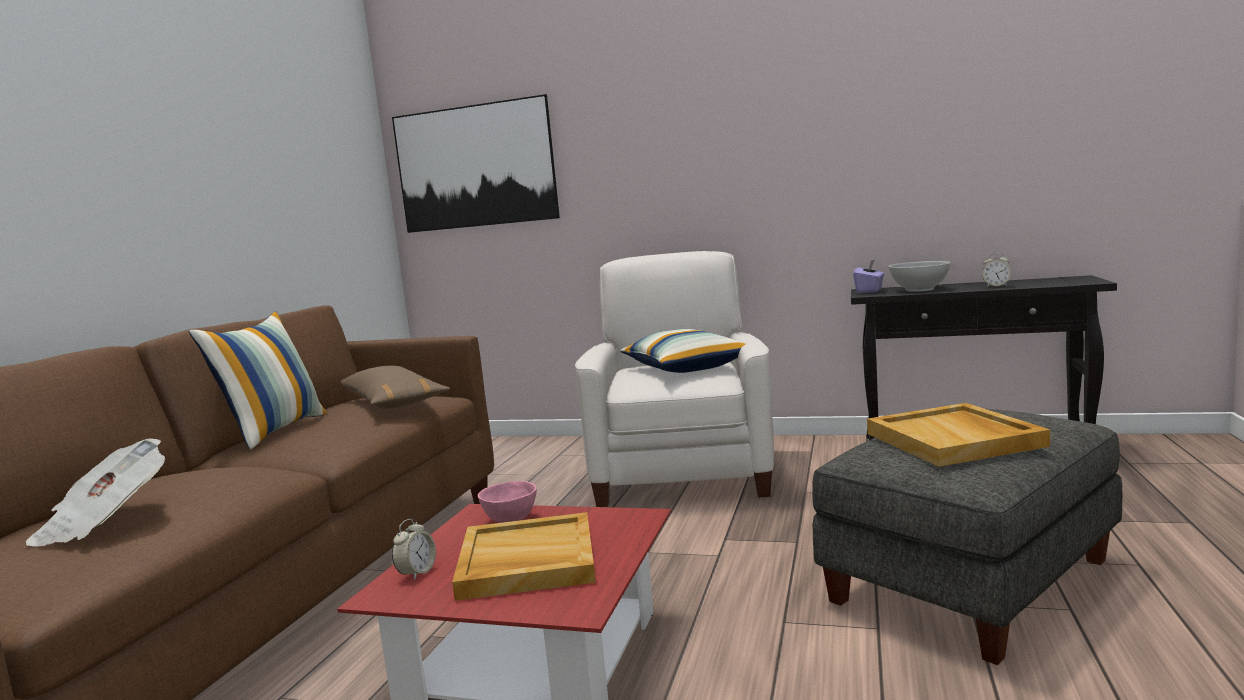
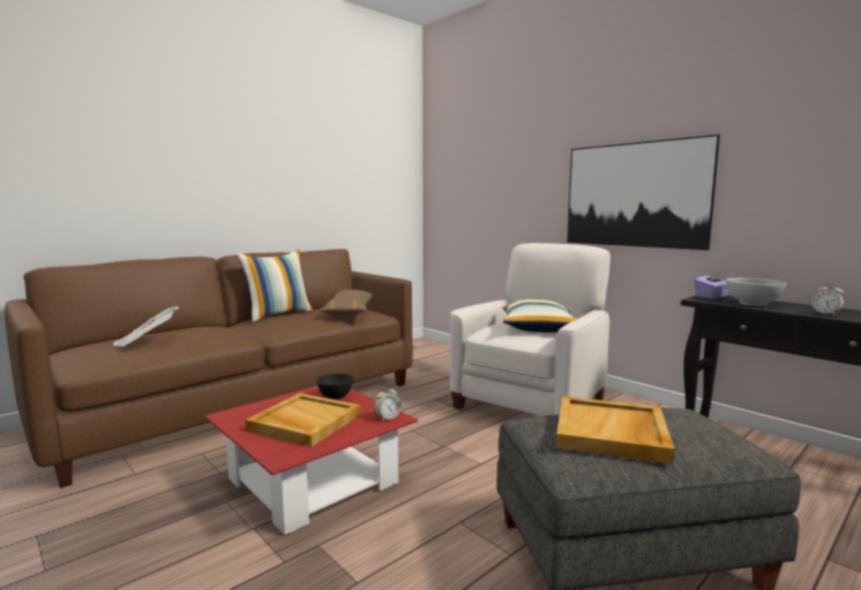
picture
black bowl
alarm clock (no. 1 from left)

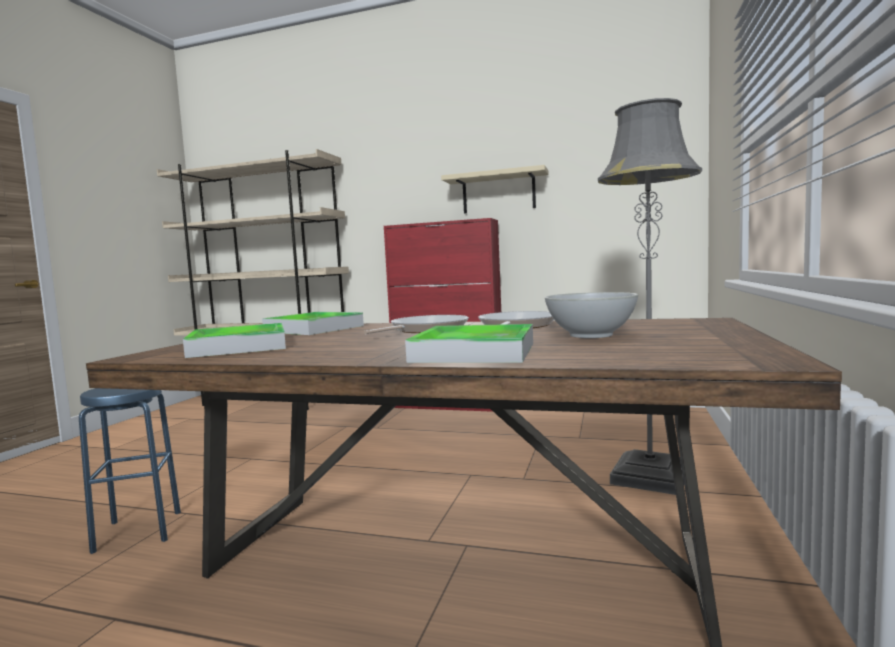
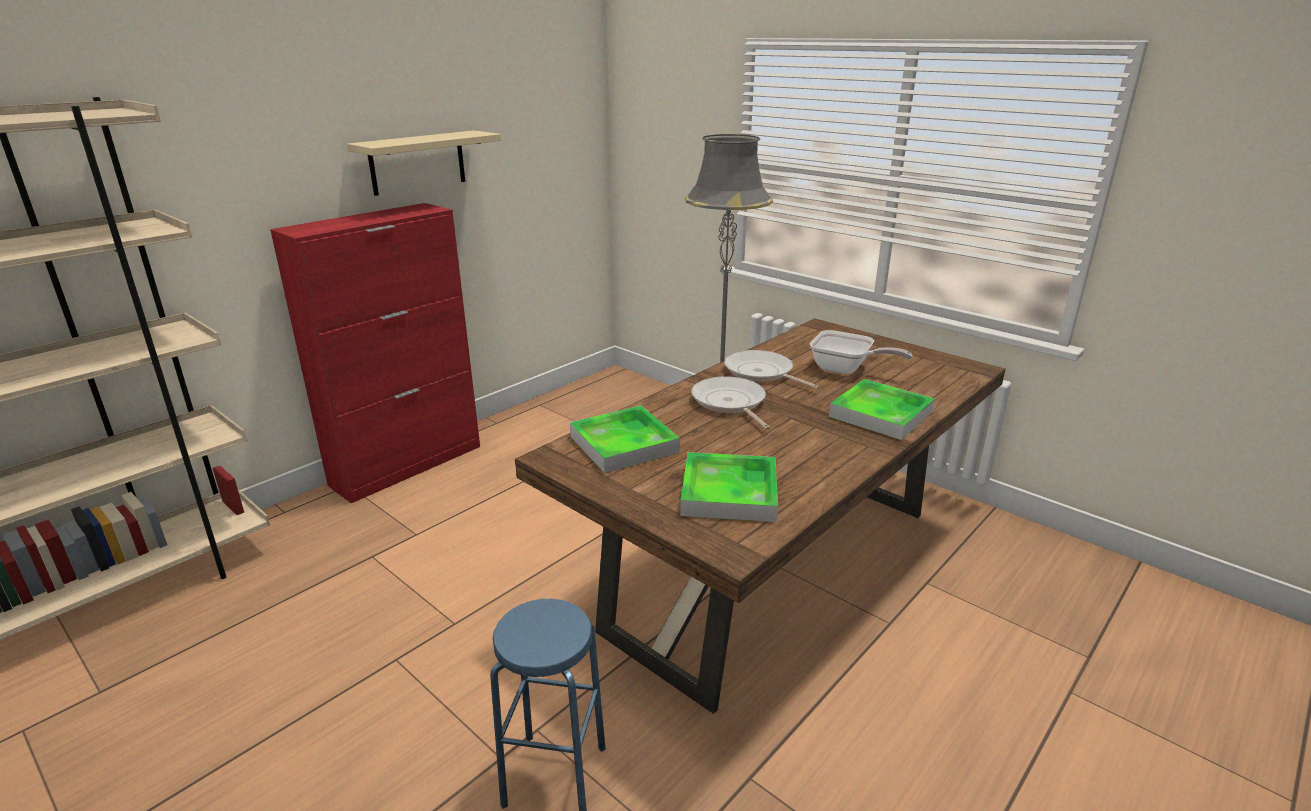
frying pan (no. 3 from left)

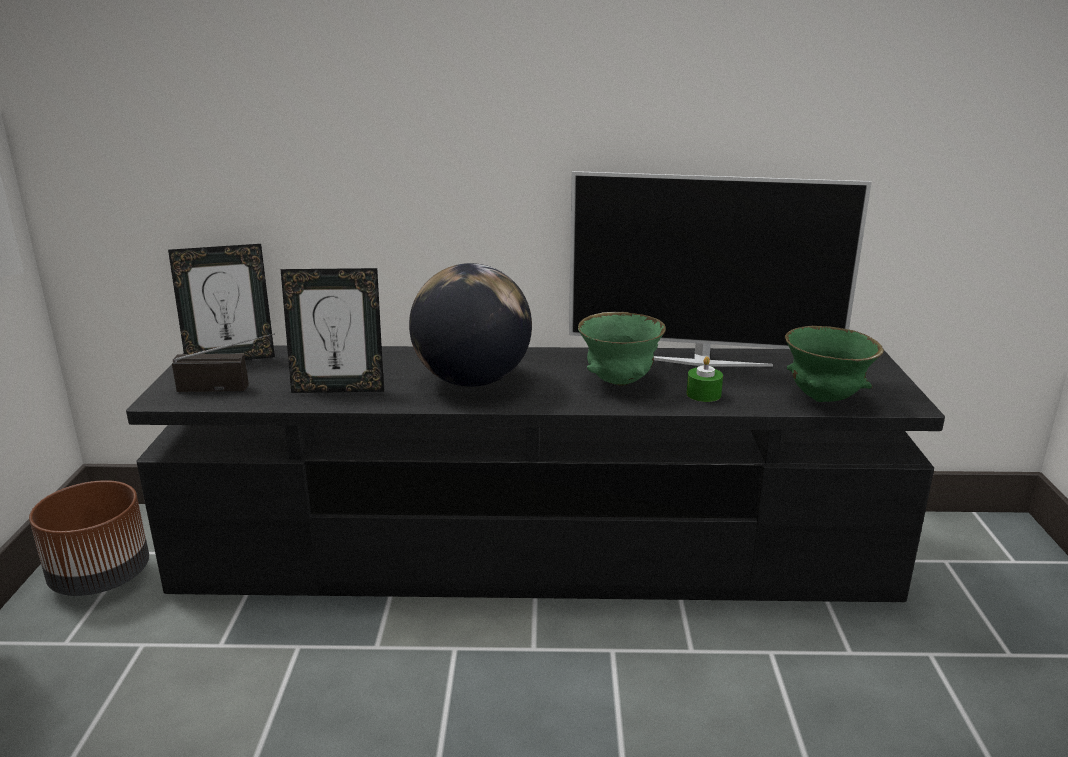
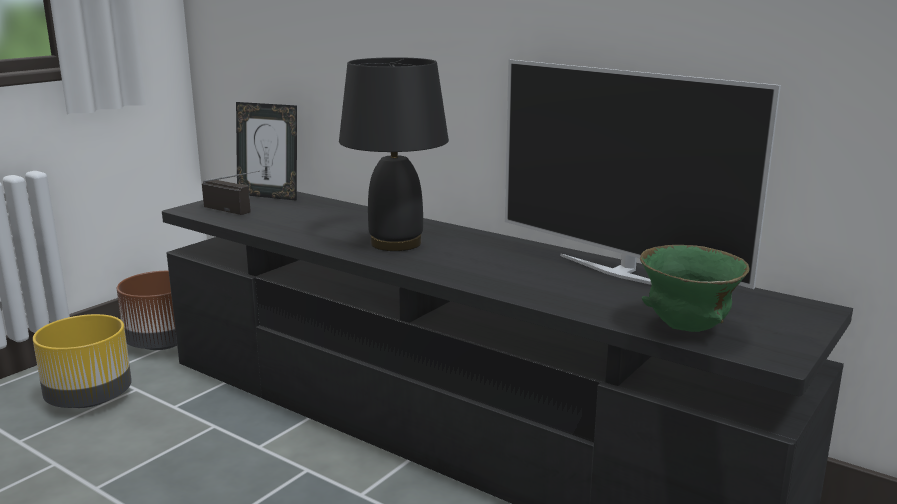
black table lamp
picture frame (no. 2 from left in the first image)
green bowl (no. 1 from left in the first image)
green candle
yellow planter

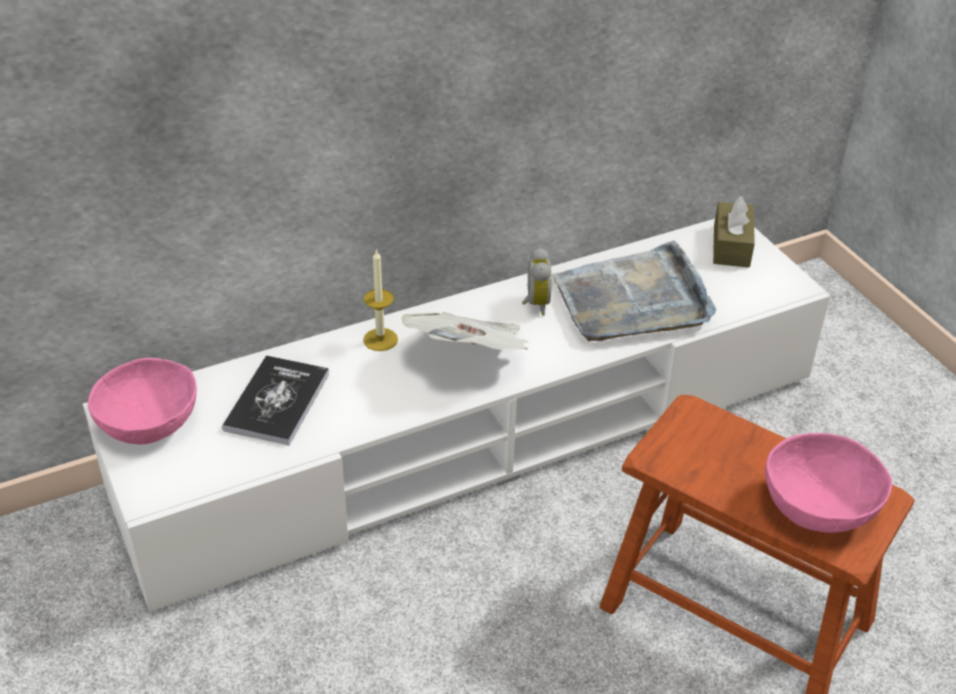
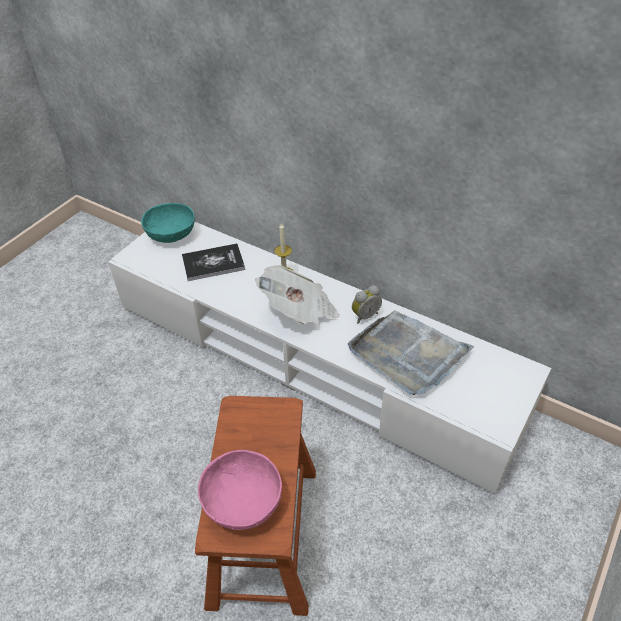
brown tissue box
turquoise bowl

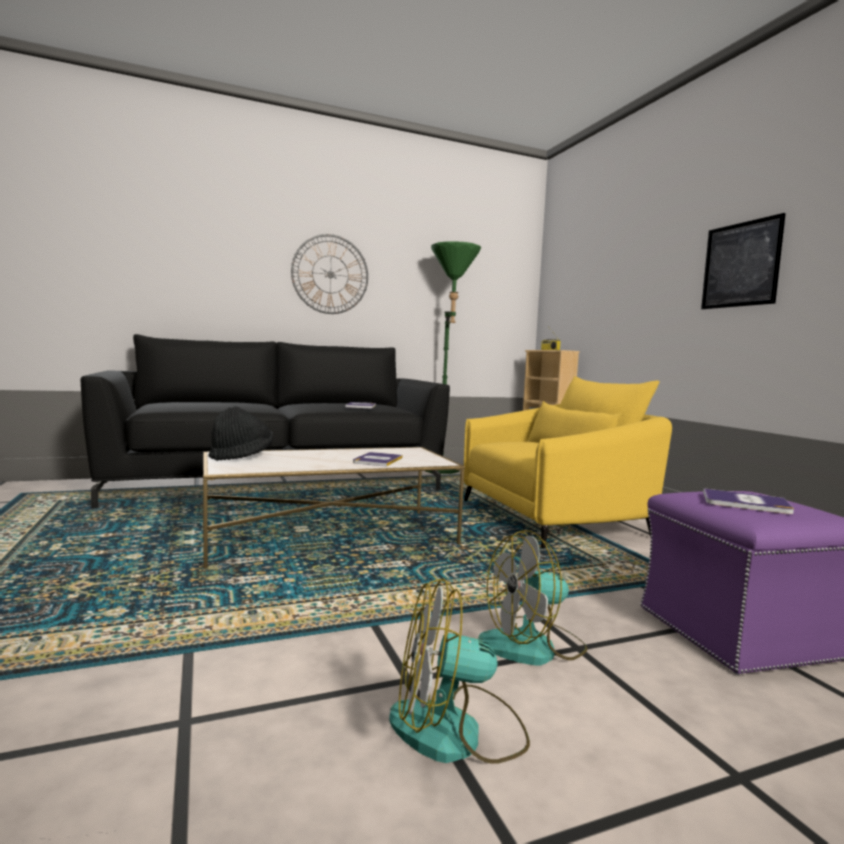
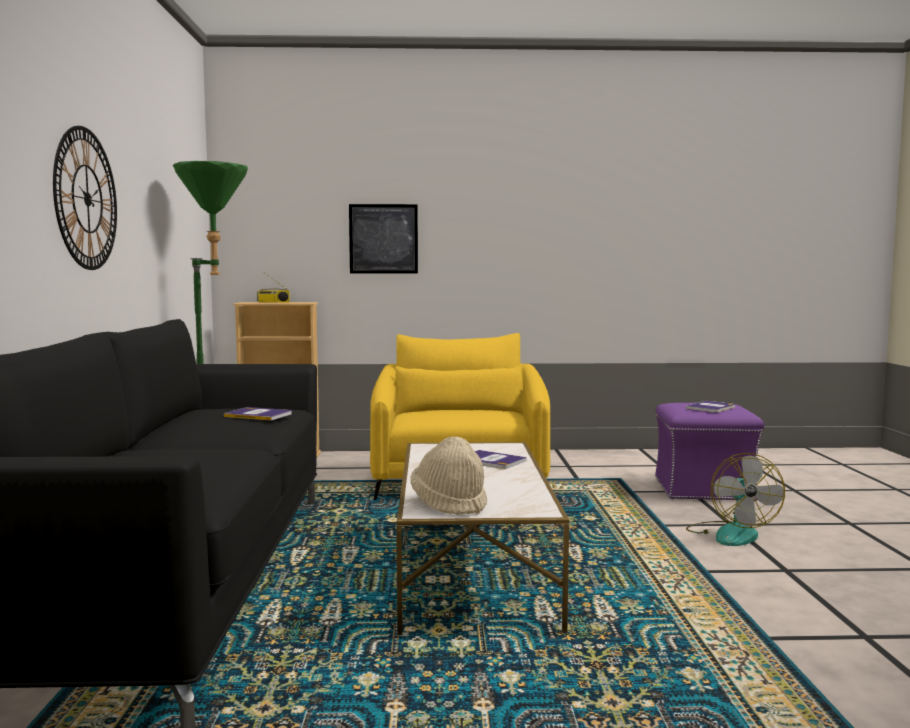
picture
beige hat
fan (no. 1 from left in the first image)

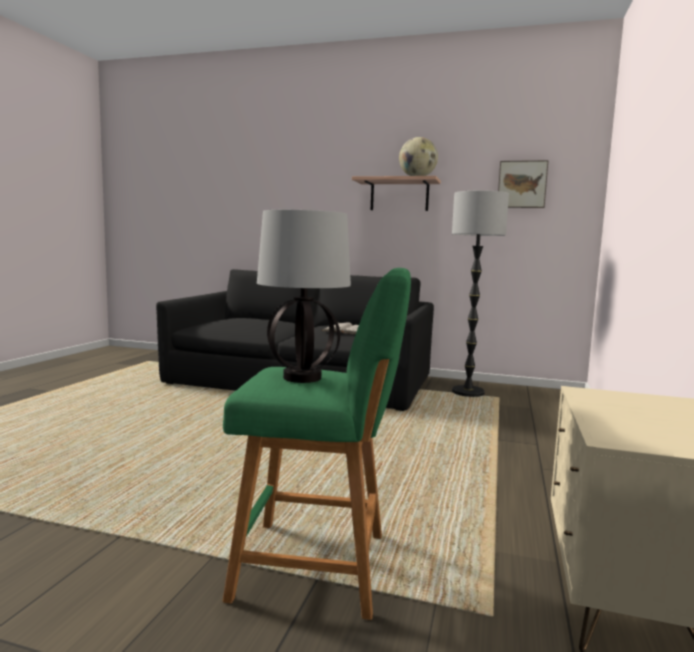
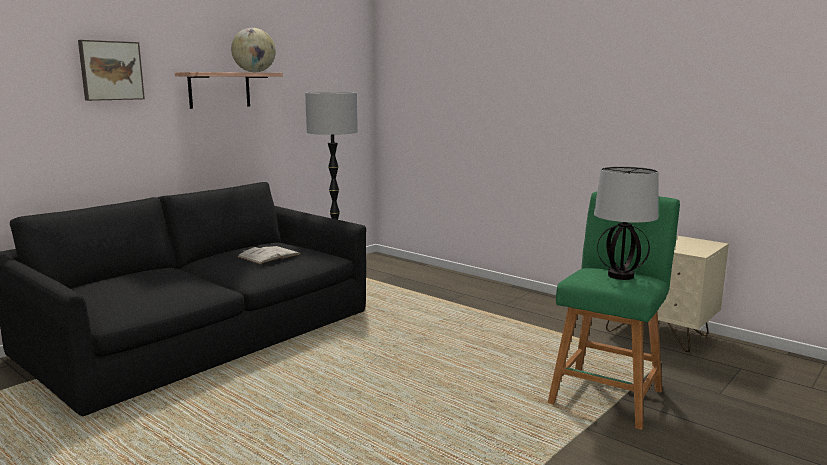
picture

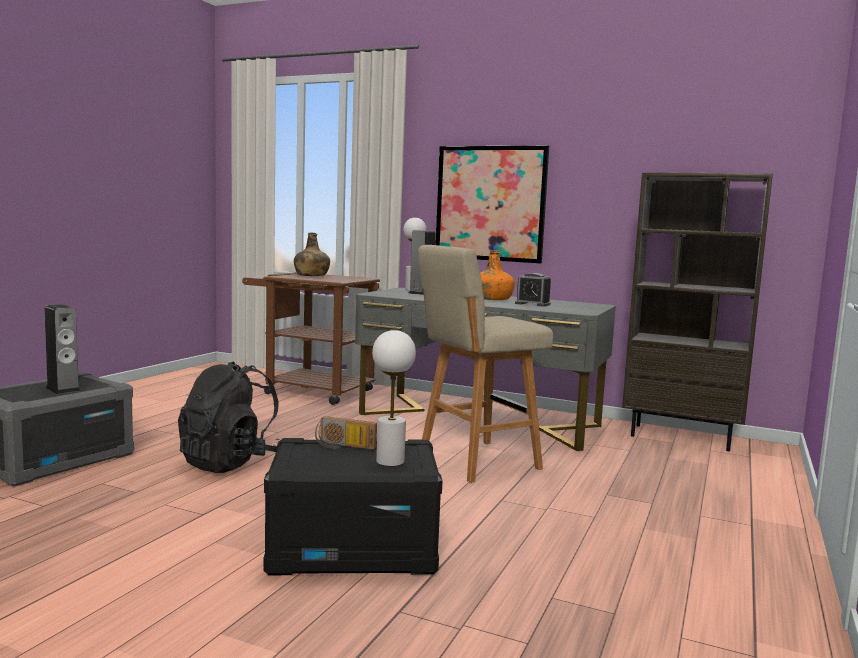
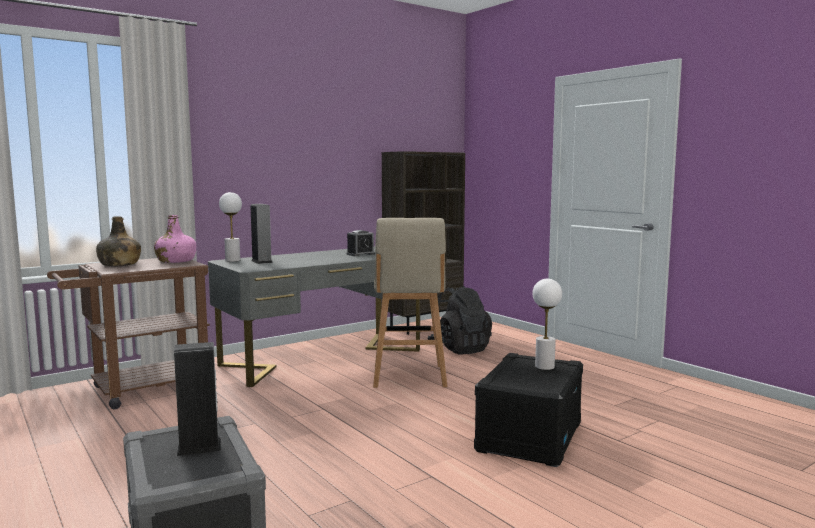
picture
orange bottle
black backpack
radio
pink bottle

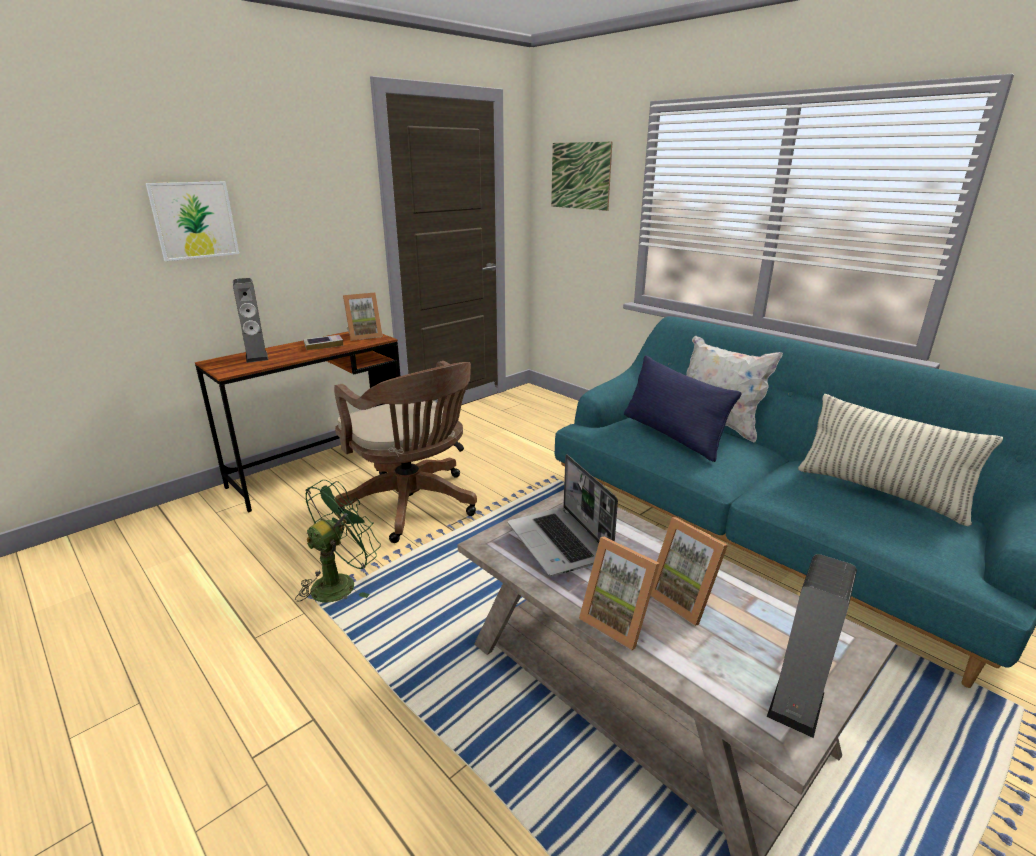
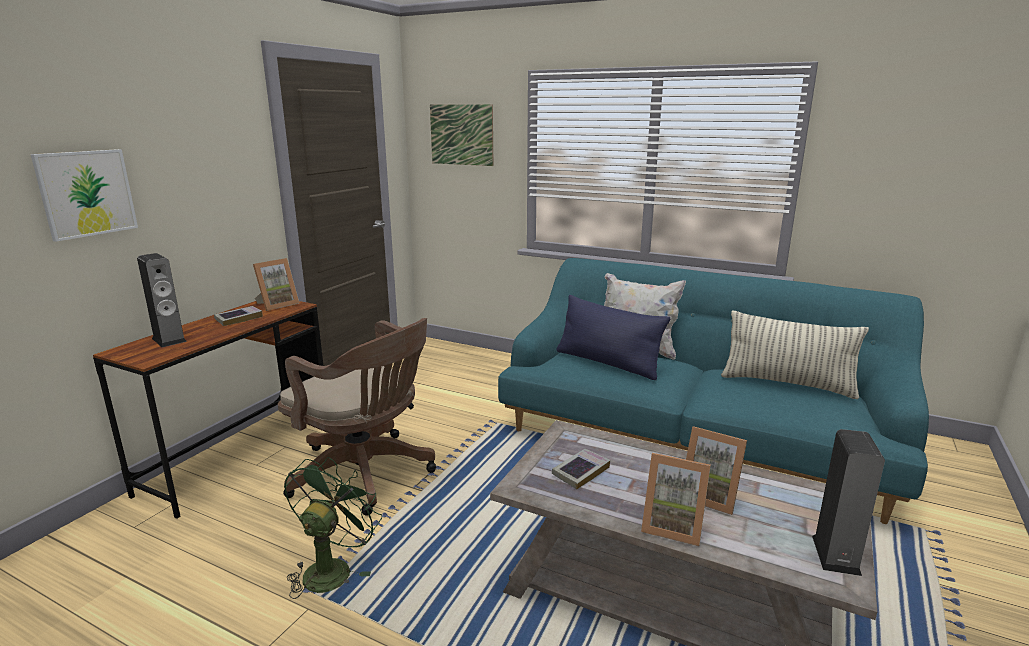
book (no. 2 from left)

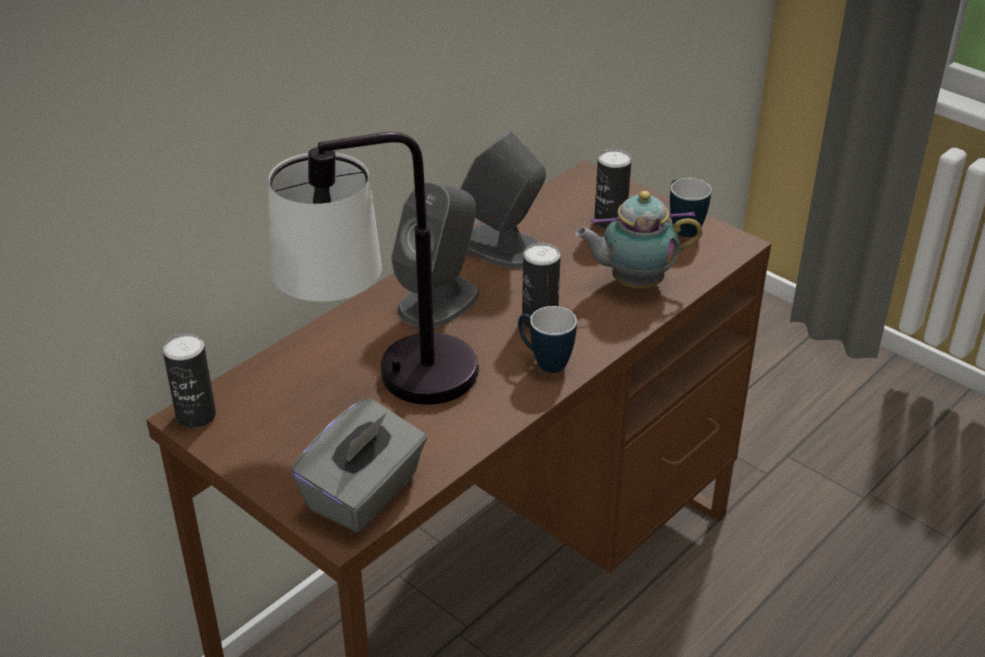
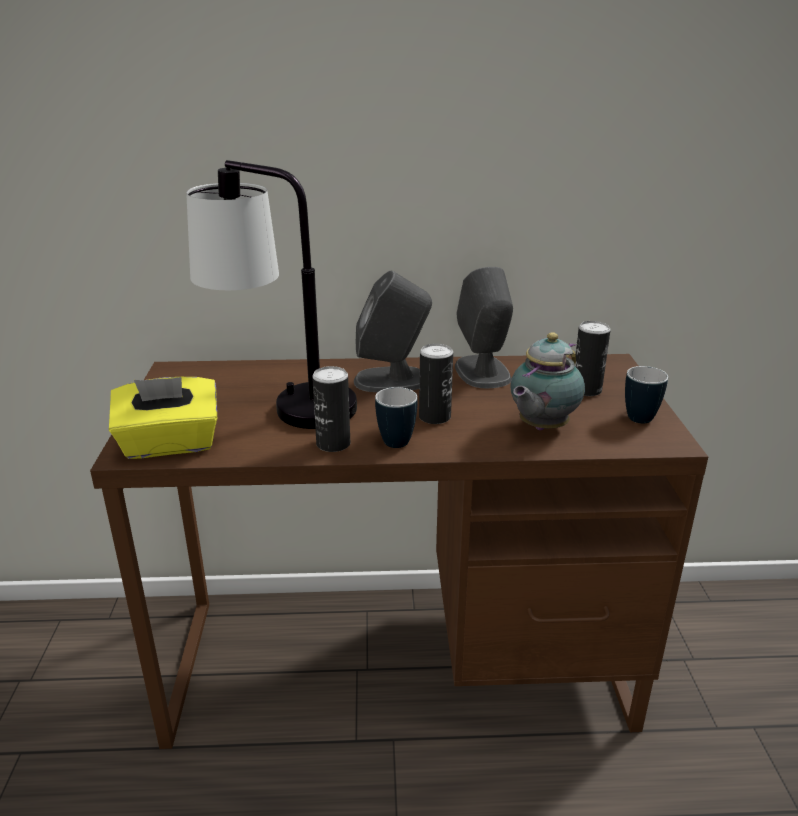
teapot
can (no. 1 from left)
yellow tissue box

